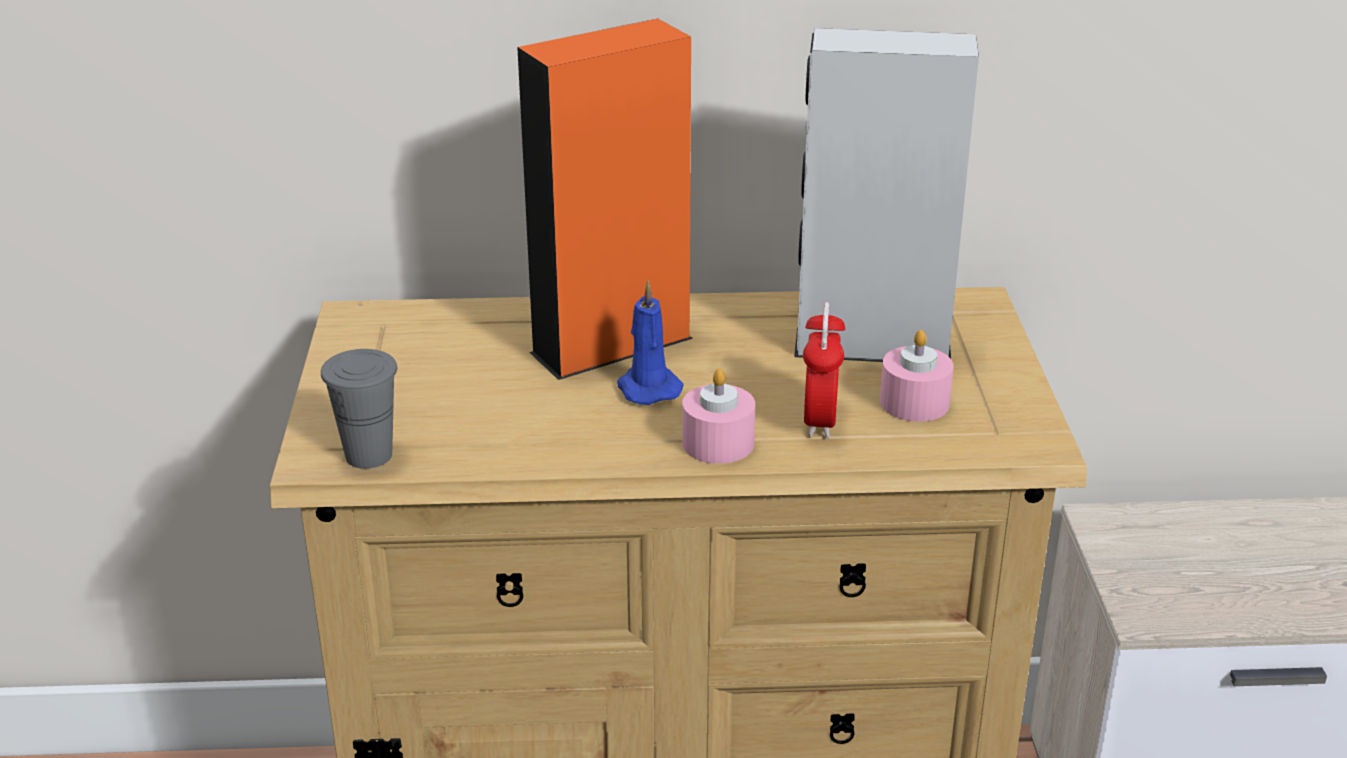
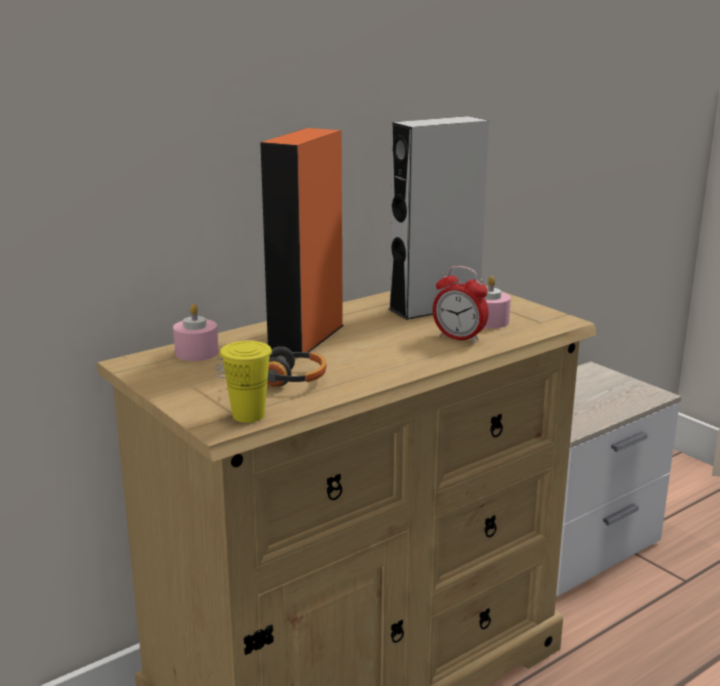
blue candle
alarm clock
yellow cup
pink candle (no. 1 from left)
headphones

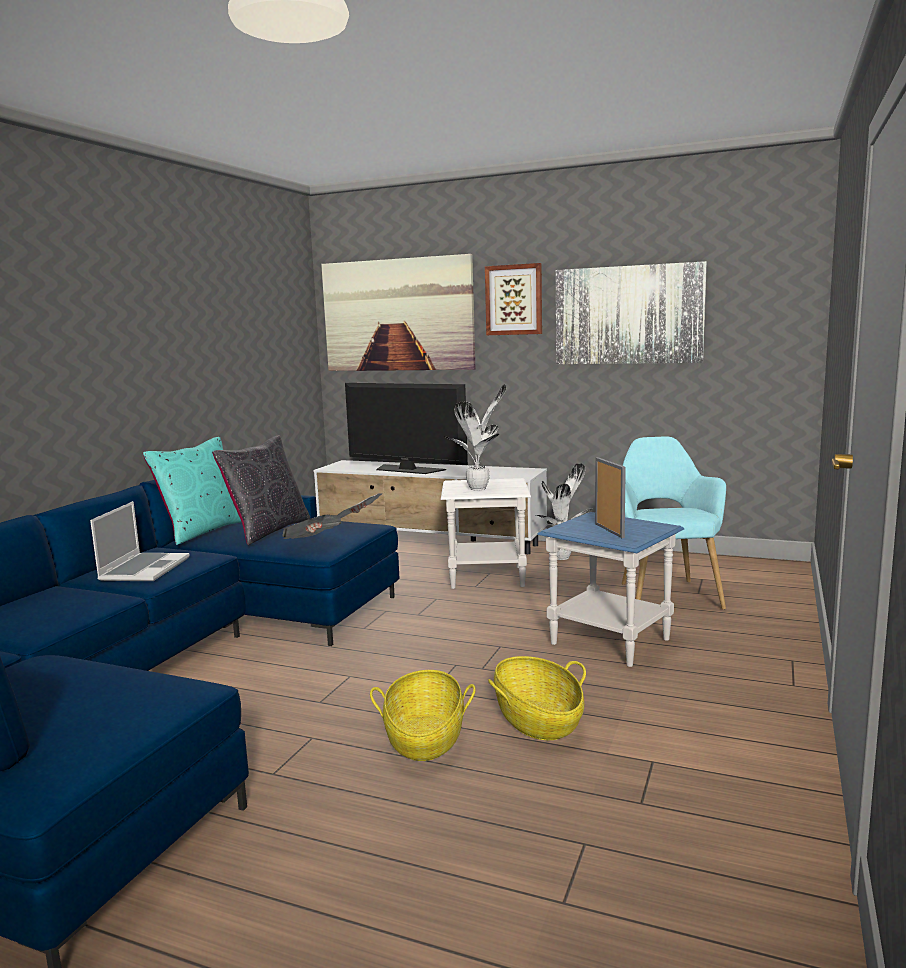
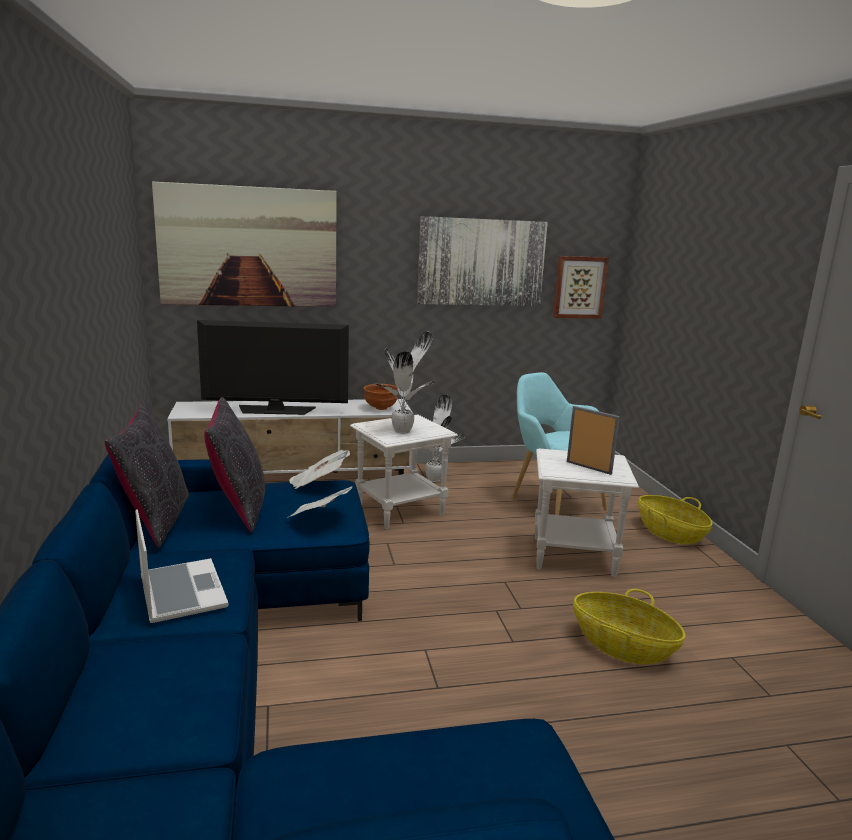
picture (no. 3 from left)
black pillow (no. 1 from left)
white side table (no. 2 from left)
basket (no. 2 from left)
brown bowl

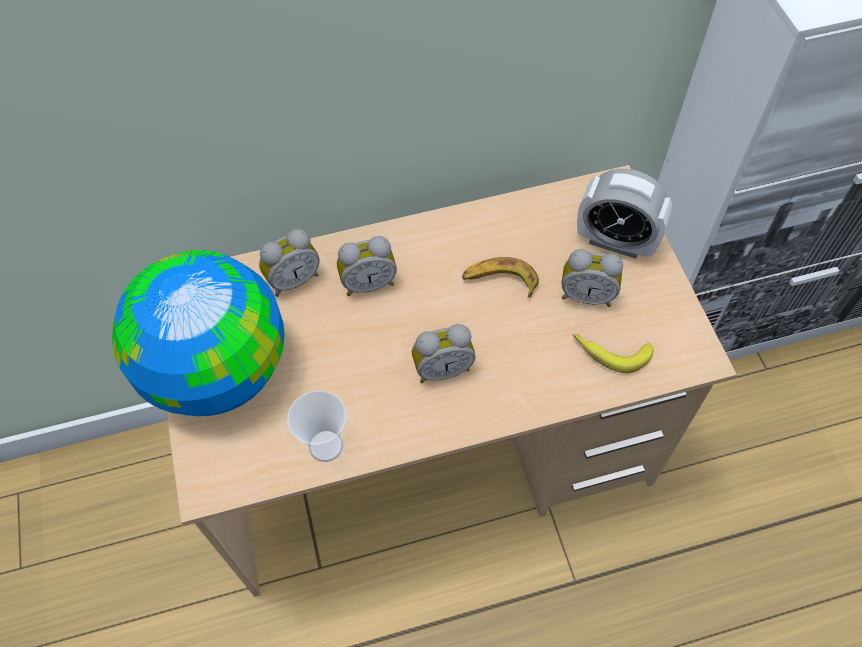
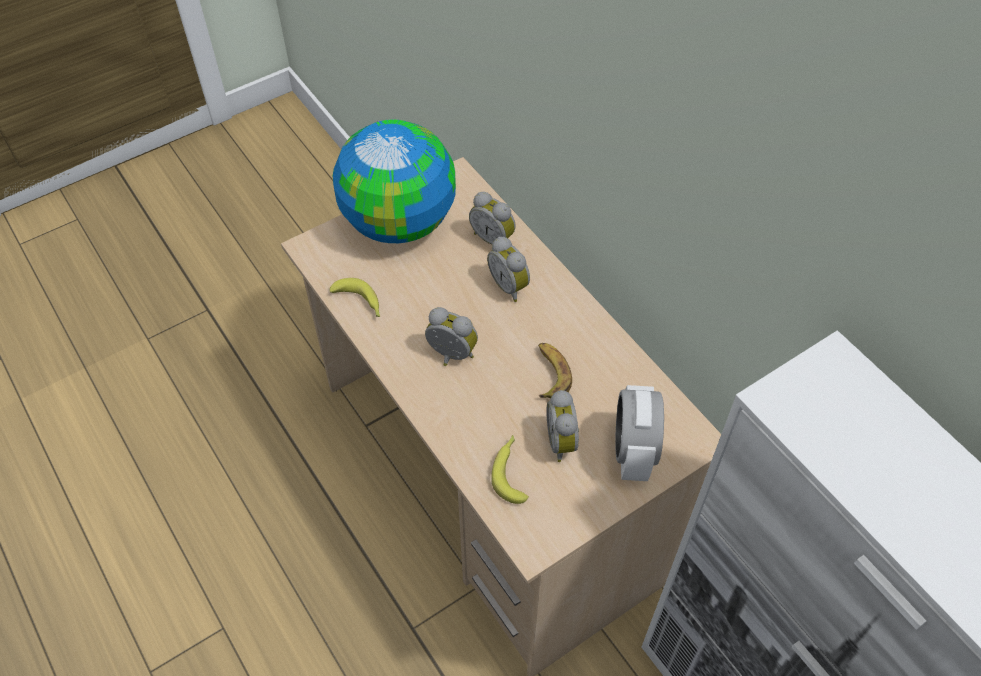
alarm clock (no. 1 from left)
banana (no. 1 from left)

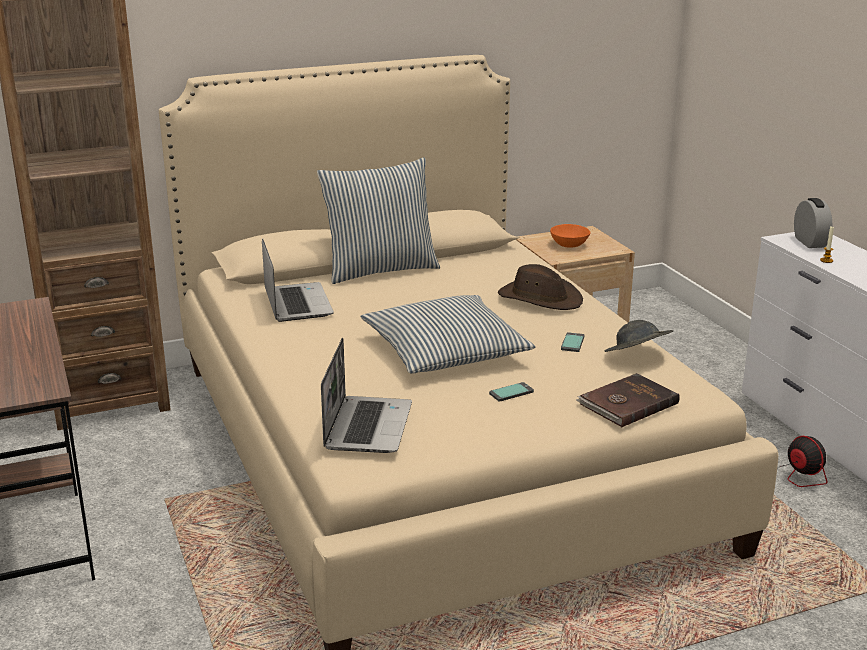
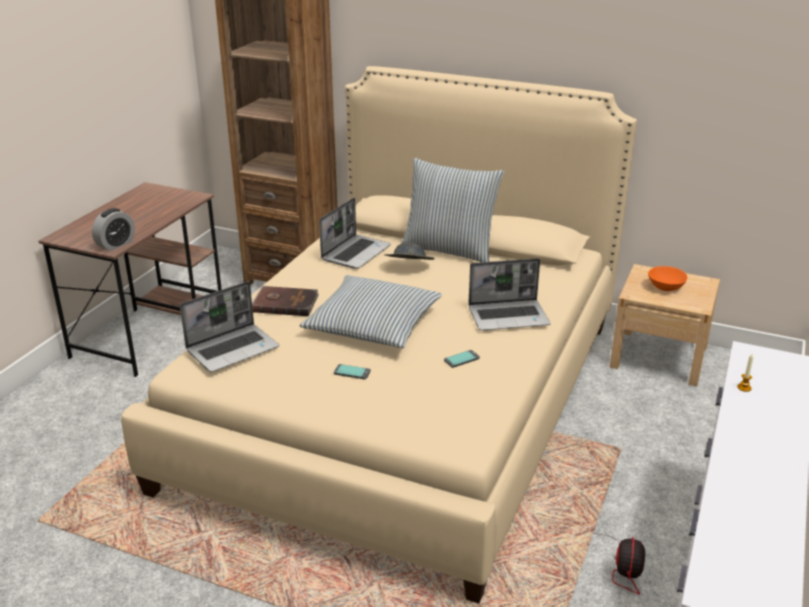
alarm clock
laptop (no. 3 from left)
grey hat
brown book

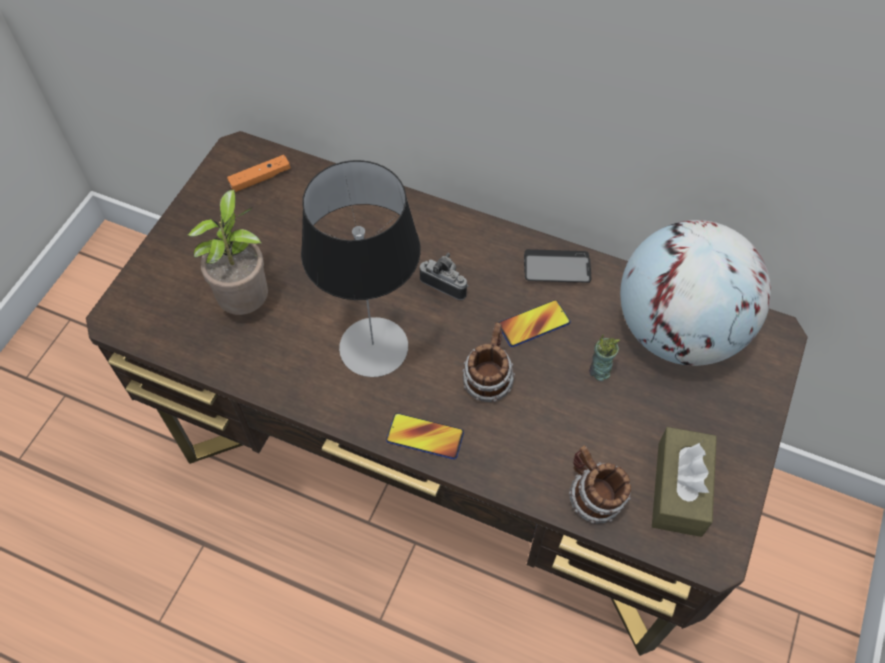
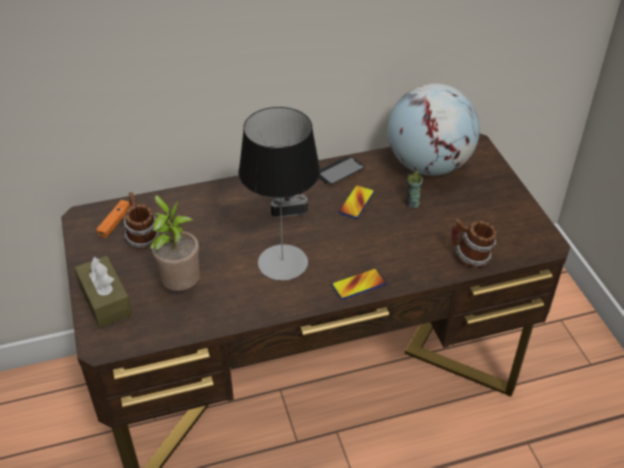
mug (no. 1 from left)
brown tissue box

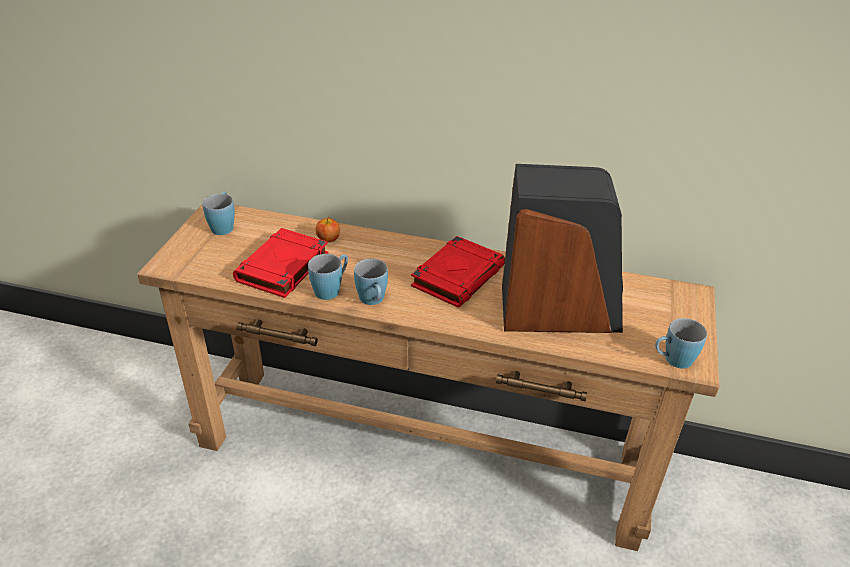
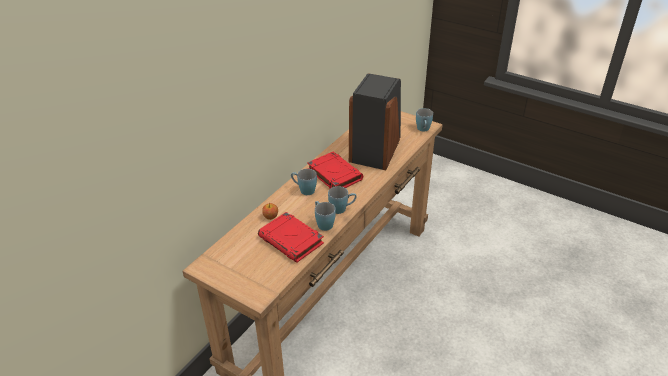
blue mug (no. 1 from left)

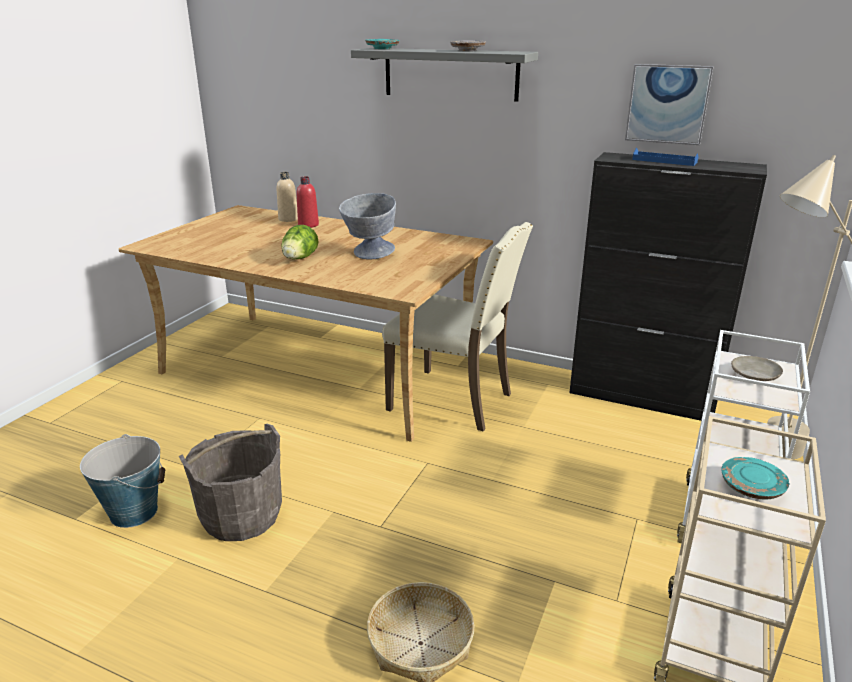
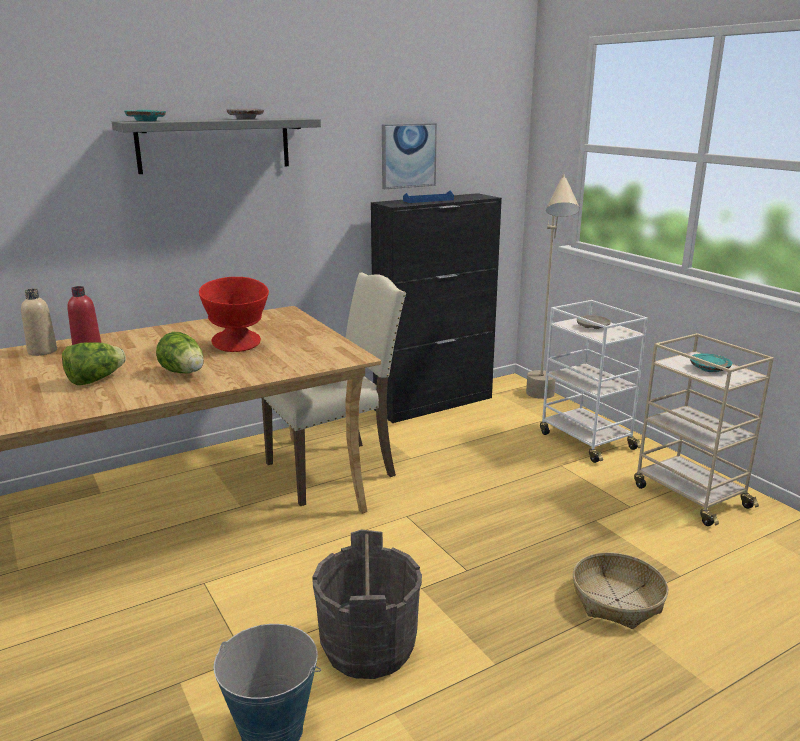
red bowl
lettuce (no. 1 from left)

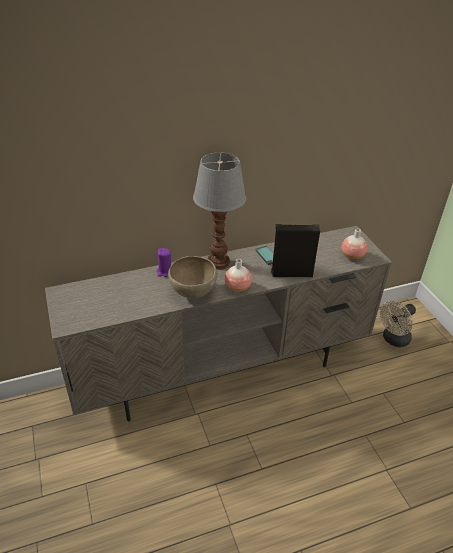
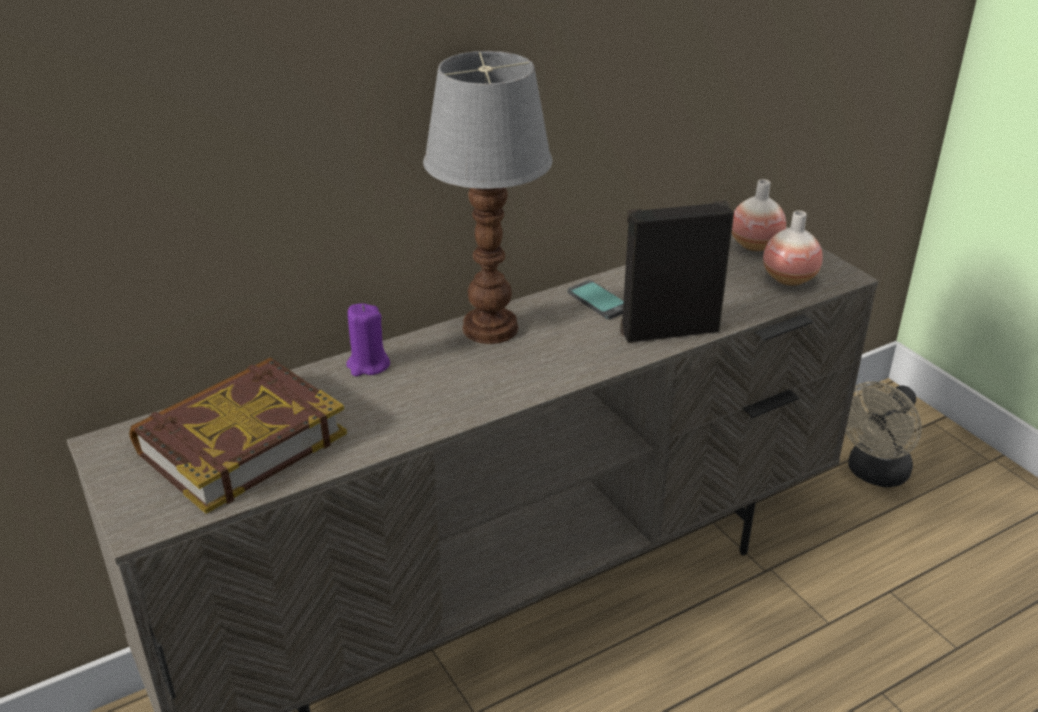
brown bowl
vase (no. 1 from left)
book

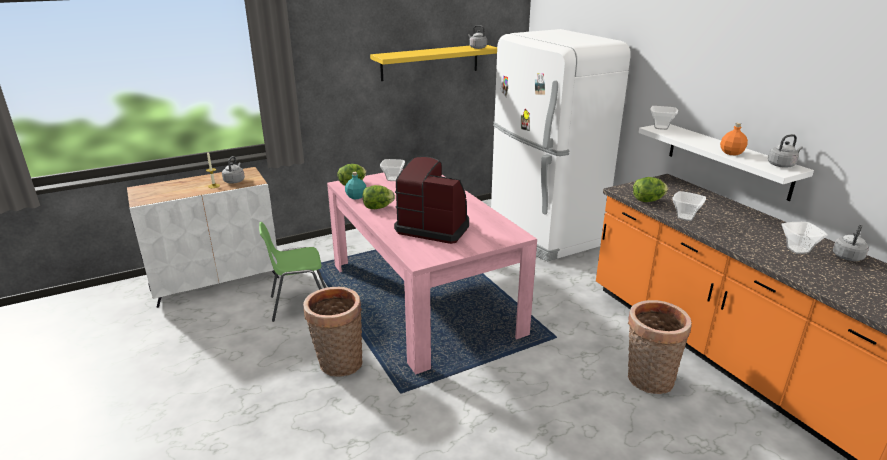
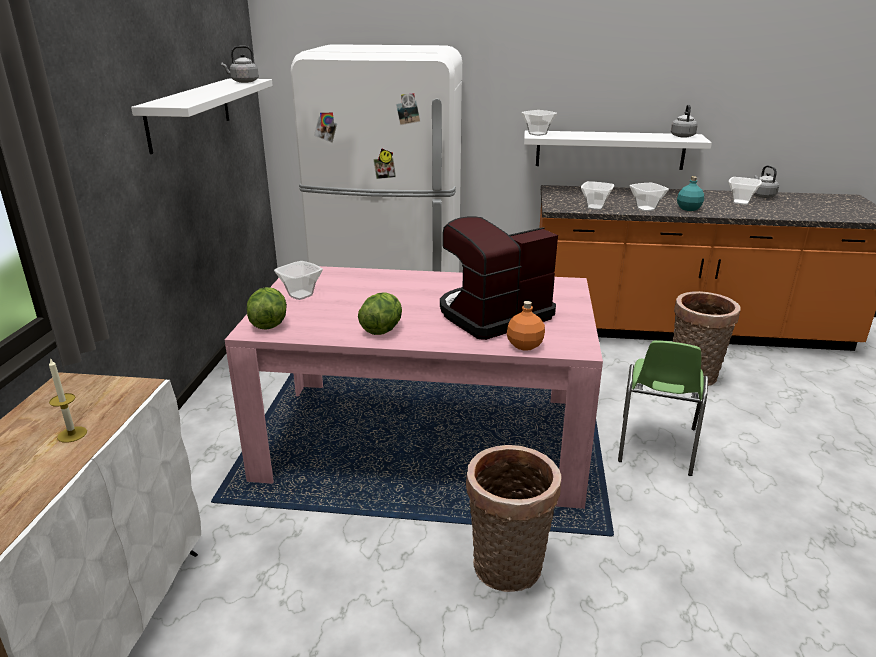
white shelf (no. 1 from left)
orange bottle
grey kettle (no. 1 from left in the first image)
turquoise bottle
bowl (no. 3 from left)
green chair

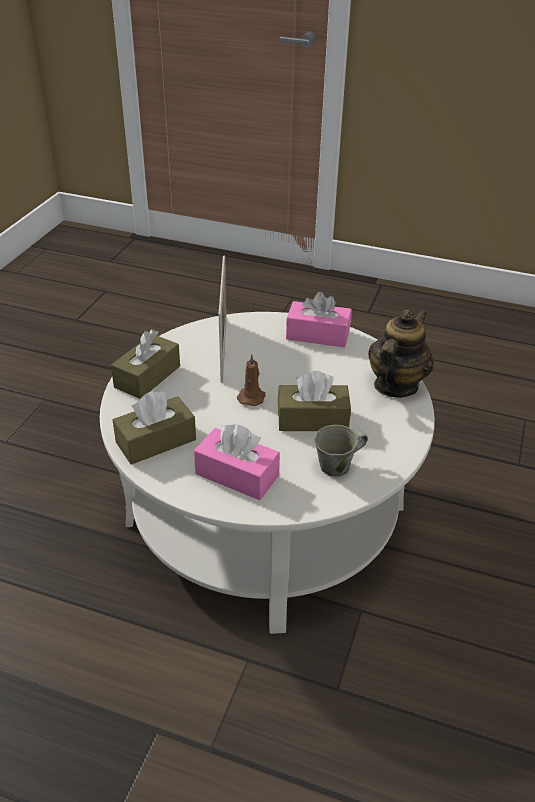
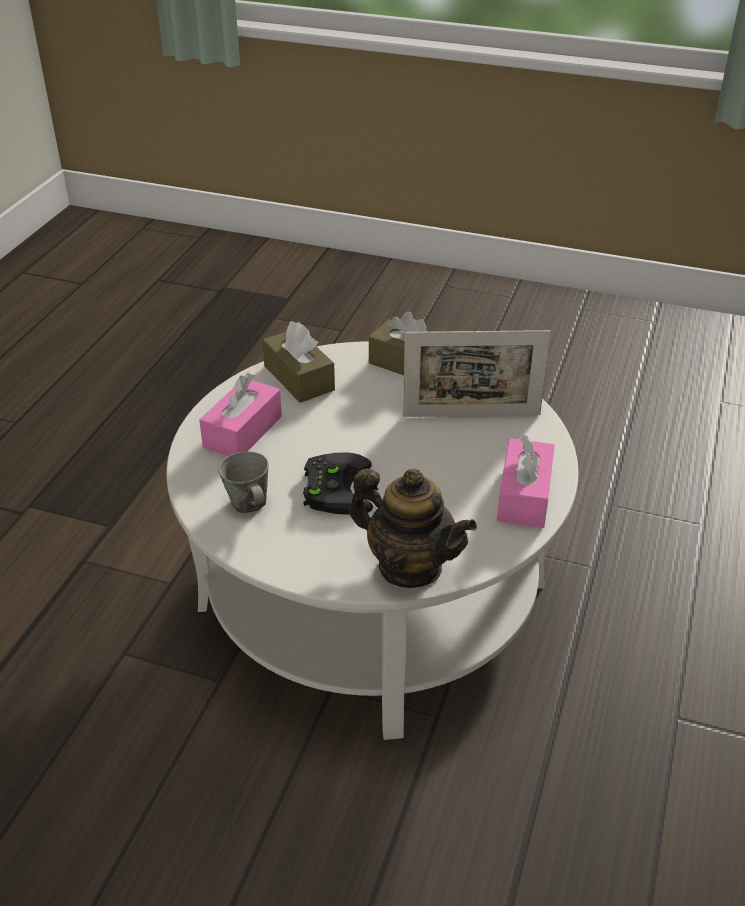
brown candle
black game controller

